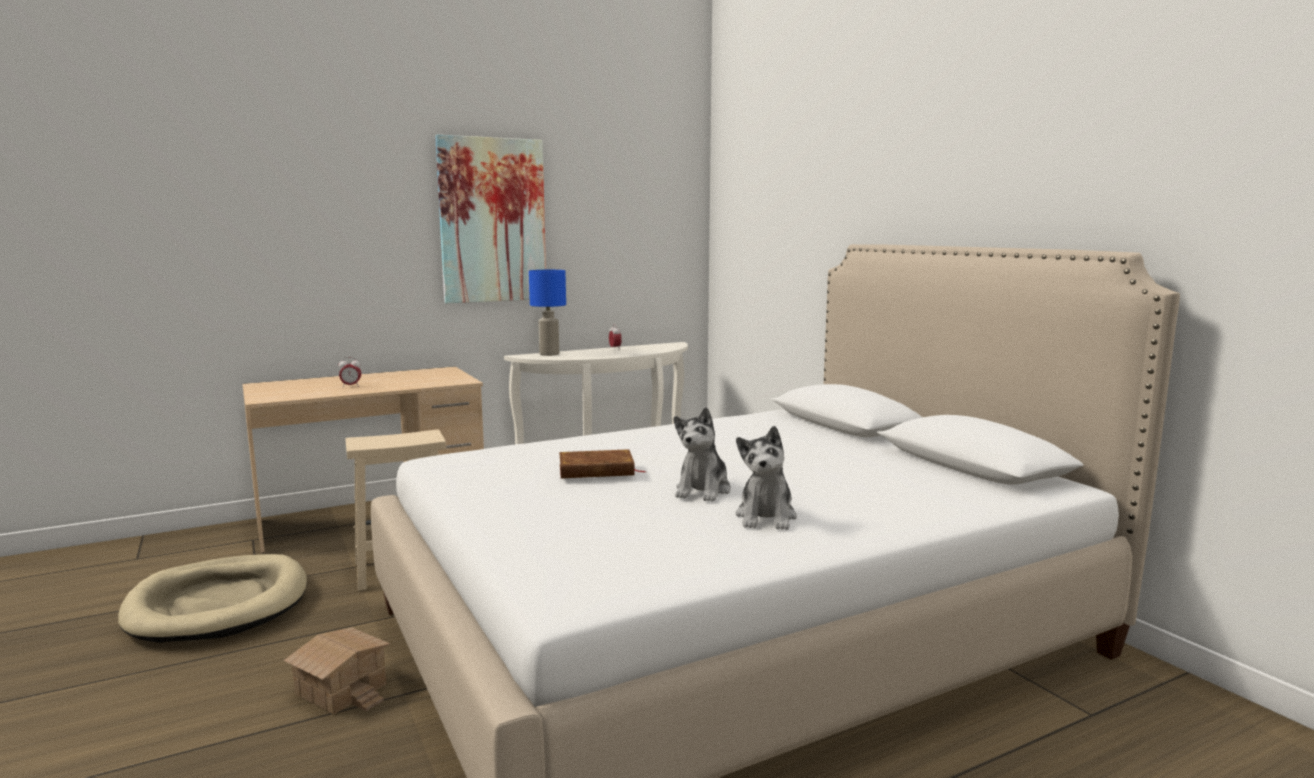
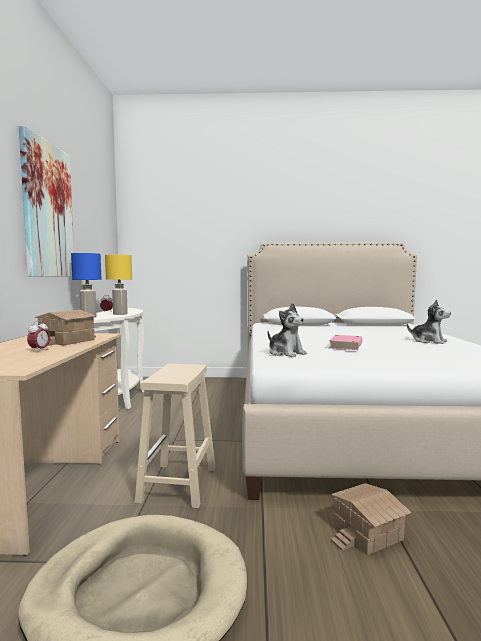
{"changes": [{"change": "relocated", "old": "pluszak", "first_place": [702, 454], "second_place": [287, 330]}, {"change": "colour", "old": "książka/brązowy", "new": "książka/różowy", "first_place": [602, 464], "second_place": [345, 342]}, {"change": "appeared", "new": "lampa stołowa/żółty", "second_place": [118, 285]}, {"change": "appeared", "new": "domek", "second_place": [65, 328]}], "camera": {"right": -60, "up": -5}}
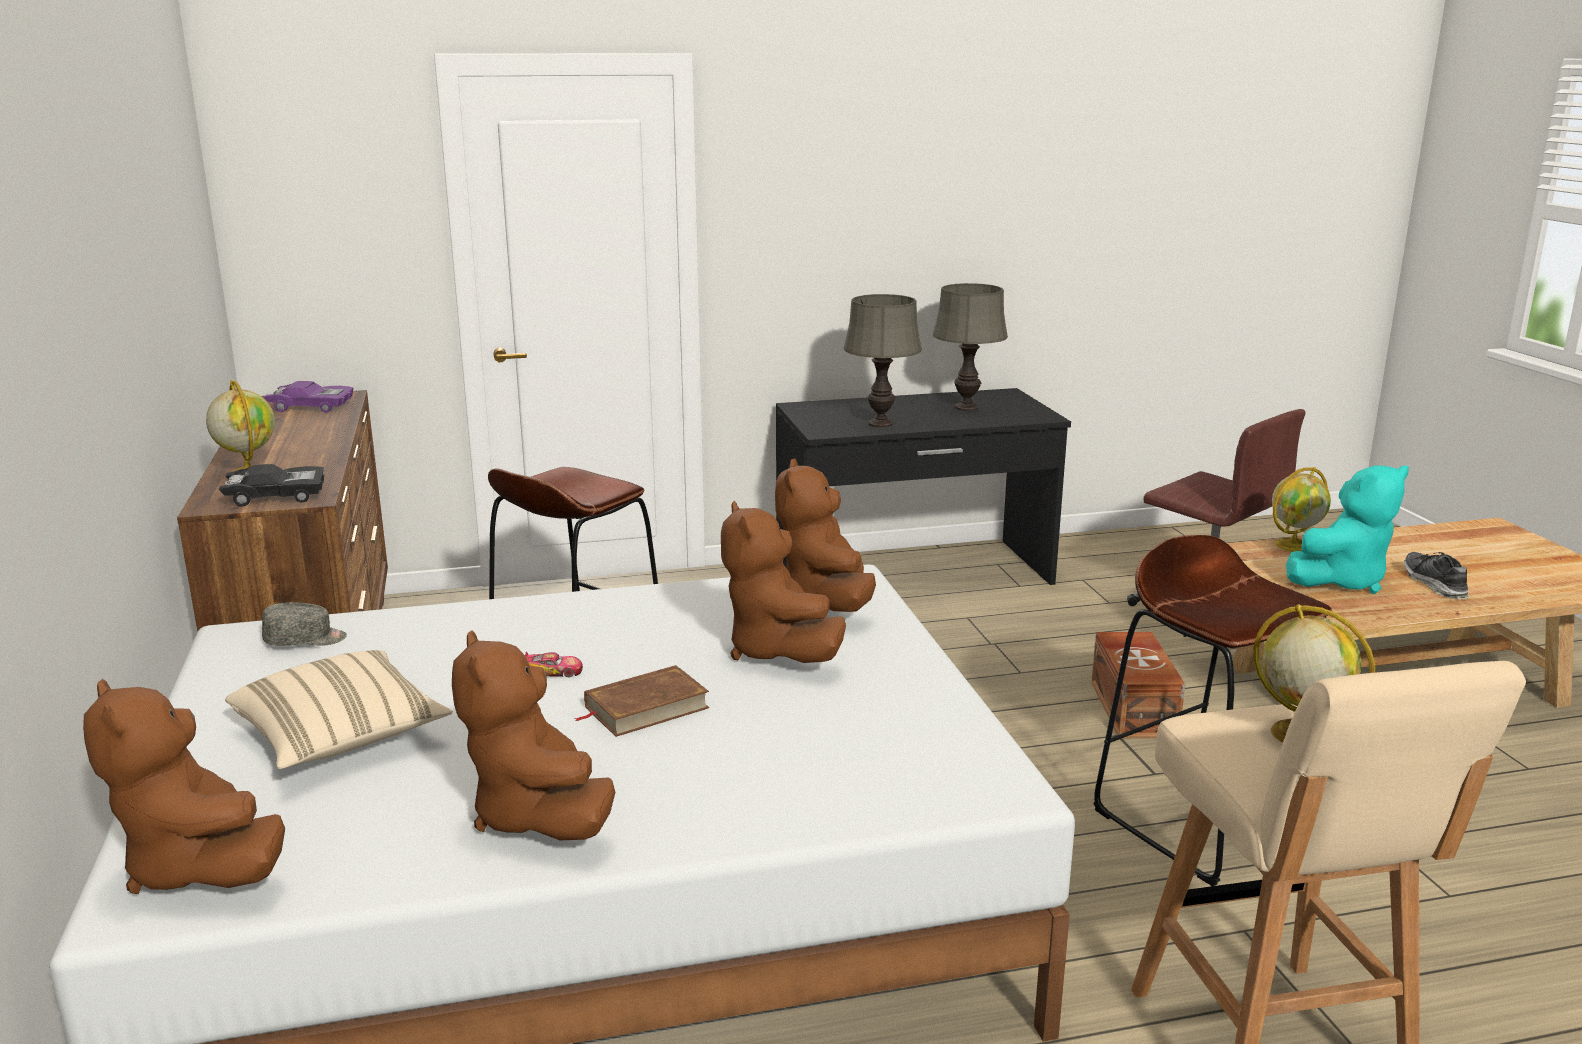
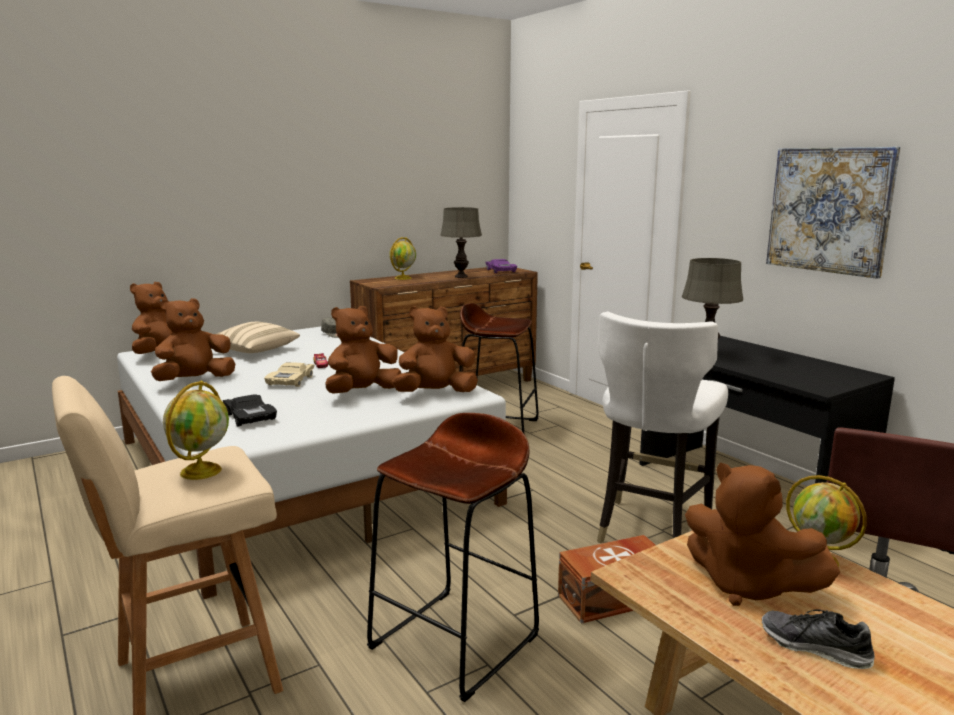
{"changes": [{"change": "relocated", "old": "lampa stołowa/szary", "first_place": [970, 347], "second_place": [461, 242]}, {"change": "relocated", "old": "samochodzik/czarny", "first_place": [271, 485], "second_place": [250, 410]}, {"change": "colour", "old": "pluszak/turkusowy", "new": "pluszak/brązowy", "first_place": [1347, 529], "second_place": [762, 534]}, {"change": "spun", "old": "but", "first_place": [1436, 575], "second_place": [818, 639], "degrees": -120}, {"change": "exchanged", "old": "książka/brązowy", "new": "samochodzik/beżowy", "first_place": [641, 701], "second_place": [289, 374]}, {"change": "appeared", "new": "obraz", "second_place": [833, 213]}, {"change": "appeared", "new": "krzesło/biały", "second_place": [662, 427]}], "camera": {"right": 70, "up": -5}}
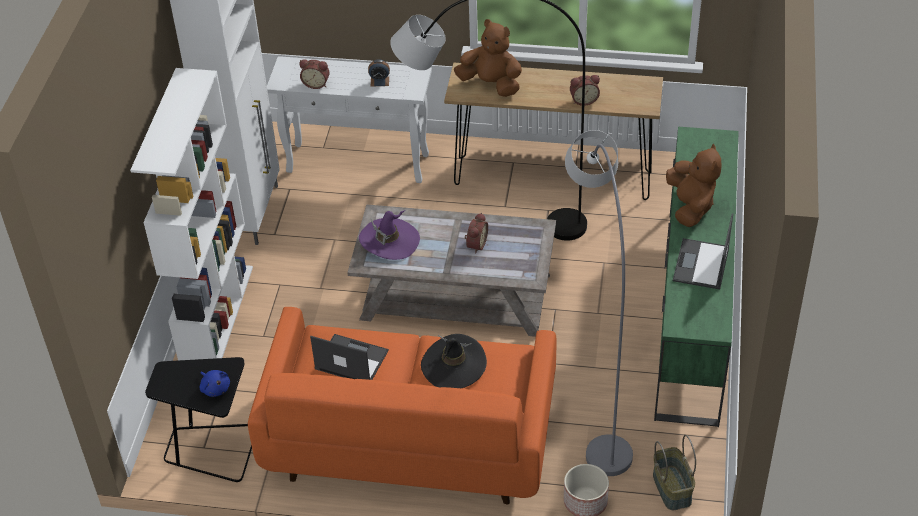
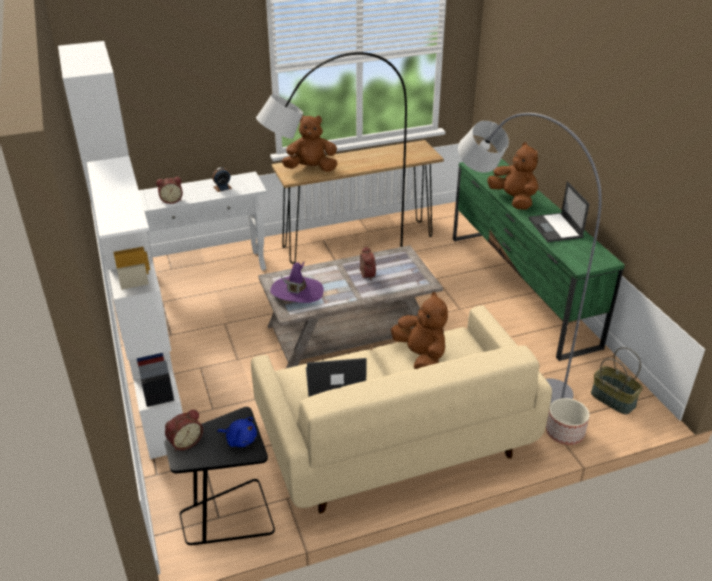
{"changes": [{"change": "relocated", "old": "budzik", "first_place": [585, 90], "second_place": [184, 430]}, {"change": "colour", "old": "kanapa/pomarańczowy", "new": "kanapa/beżowy", "first_place": [402, 406], "second_place": [401, 409]}, {"change": "exchanged", "old": "kapelusz/czarny", "new": "pluszak/brązowy", "first_place": [454, 361], "second_place": [419, 330]}], "camera": {"right": -30, "up": -10}}
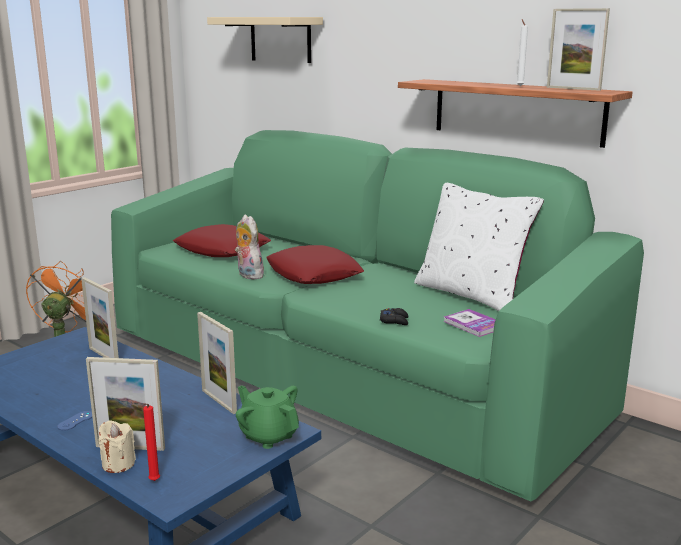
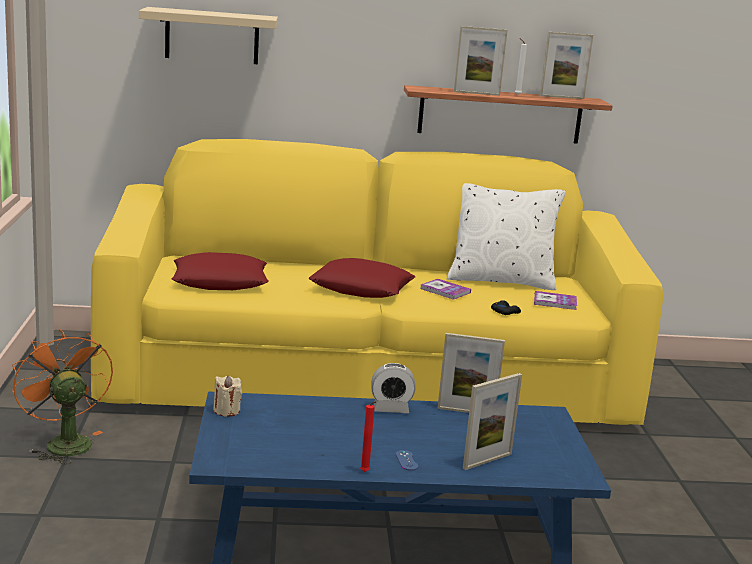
{"changes": [{"change": "colour", "old": "kanapa/zielony", "new": "kanapa/żółty", "first_place": [377, 315], "second_place": [377, 282]}, {"change": "missing", "old": "pluszak", "first_place": [249, 247]}, {"change": "relocated", "old": "ramka na zdjęcie", "first_place": [100, 317], "second_place": [481, 61]}, {"change": "missing", "old": "imbryk/zielony", "first_place": [267, 417]}, {"change": "relocated", "old": "świeca/czerwony", "first_place": [151, 442], "second_place": [368, 437]}, {"change": "relocated", "old": "świeca/beżowy", "first_place": [117, 446], "second_place": [228, 396]}, {"change": "appeared", "new": "książka", "second_place": [445, 289]}, {"change": "appeared", "new": "budzik", "second_place": [393, 388]}], "camera": {"right": -45, "up": 0}}
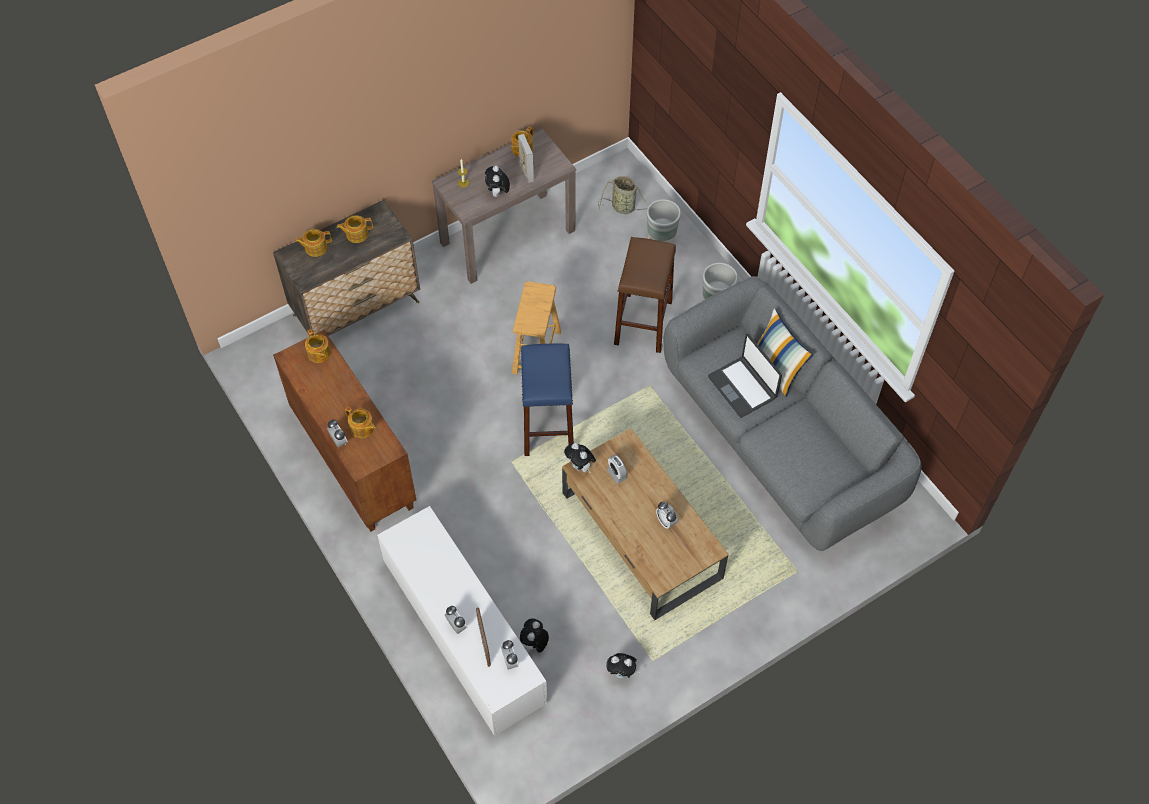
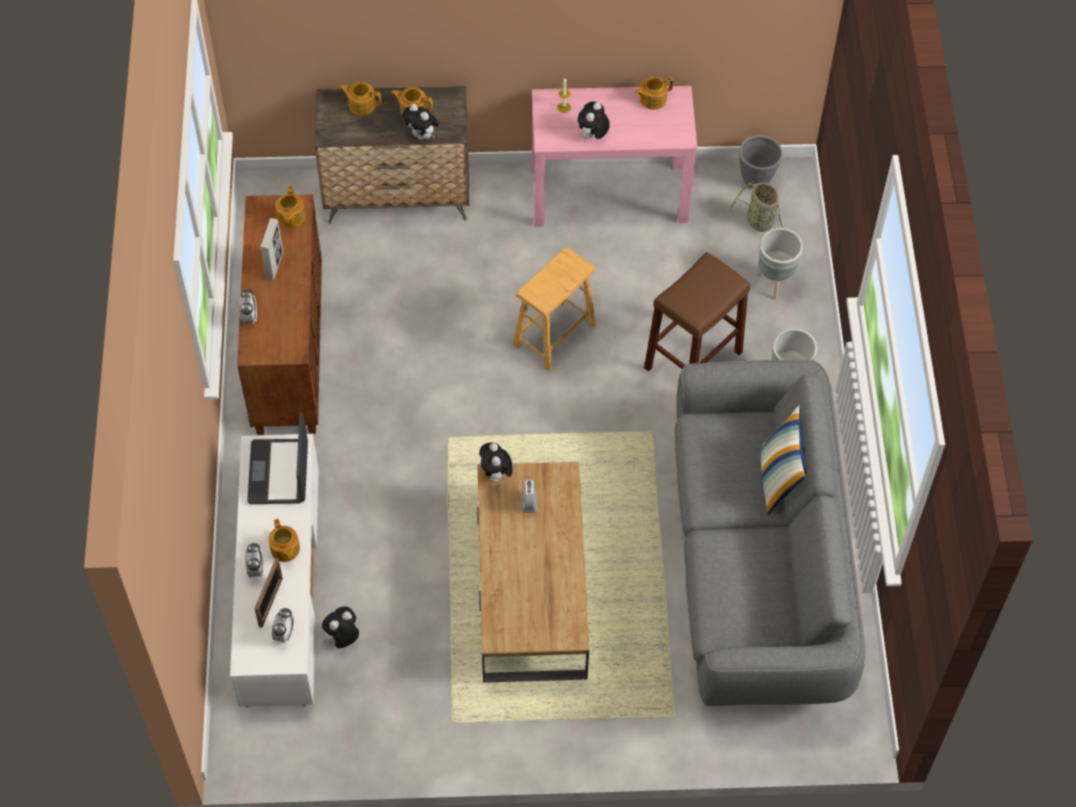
{"changes": [{"change": "colour", "old": "stolik konsolowy/brązowy", "new": "stolik konsolowy/różowy", "first_place": [504, 206], "second_place": [614, 156]}, {"change": "relocated", "old": "ramka na zdjęcie", "first_place": [526, 158], "second_place": [271, 249]}, {"change": "relocated", "old": "laptop", "first_place": [745, 376], "second_place": [277, 458]}, {"change": "missing", "old": "stołek/niebieski", "first_place": [547, 399]}, {"change": "relocated", "old": "imbryk", "first_place": [360, 422], "second_place": [284, 540]}, {"change": "missing", "old": "budzik", "first_place": [667, 515]}, {"change": "relocated", "old": "pluszak", "first_place": [623, 665], "second_place": [420, 122]}, {"change": "appeared", "new": "donica/szary", "second_place": [760, 161]}], "camera": {"right": 30, "up": 0}}
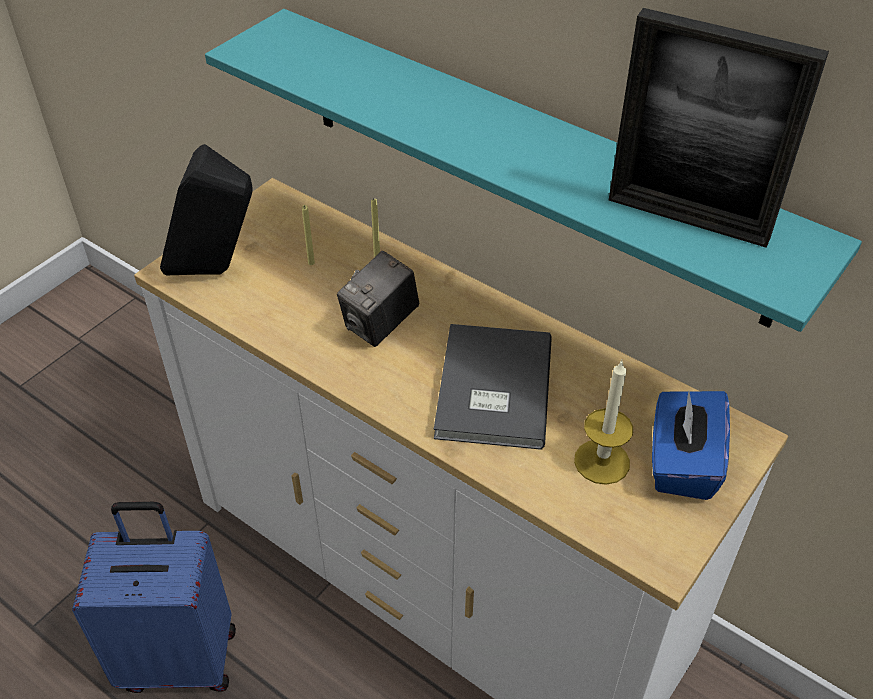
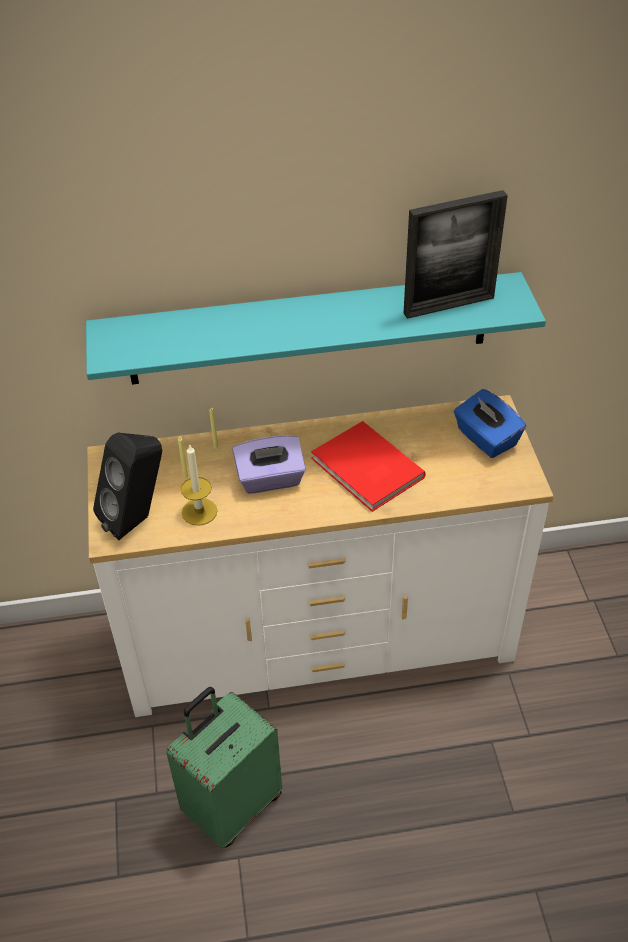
{"changes": [{"change": "exchanged", "old": "aparat fotograficzny", "new": "pudełko chusteczek/fioletowy", "first_place": [378, 299], "second_place": [269, 464]}, {"change": "colour", "old": "książka/szary", "new": "książka/czerwony", "first_place": [493, 387], "second_place": [368, 466]}, {"change": "relocated", "old": "świeca", "first_place": [603, 422], "second_place": [199, 485]}, {"change": "colour", "old": "walizka/niebieski", "new": "walizka/zielony", "first_place": [154, 597], "second_place": [224, 767]}], "camera": {"right": -45, "up": 0}}
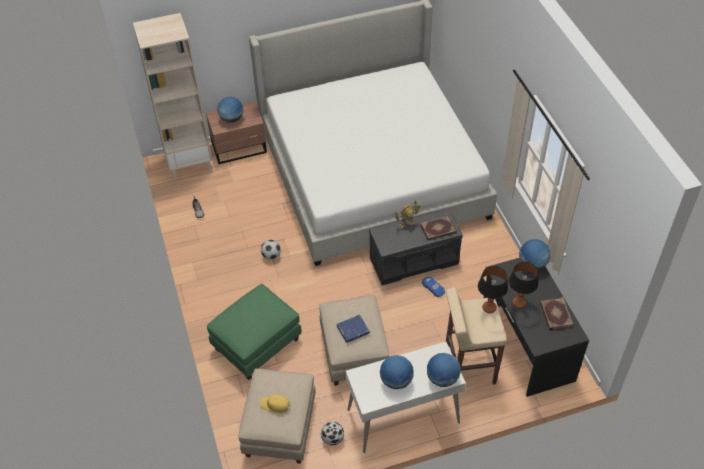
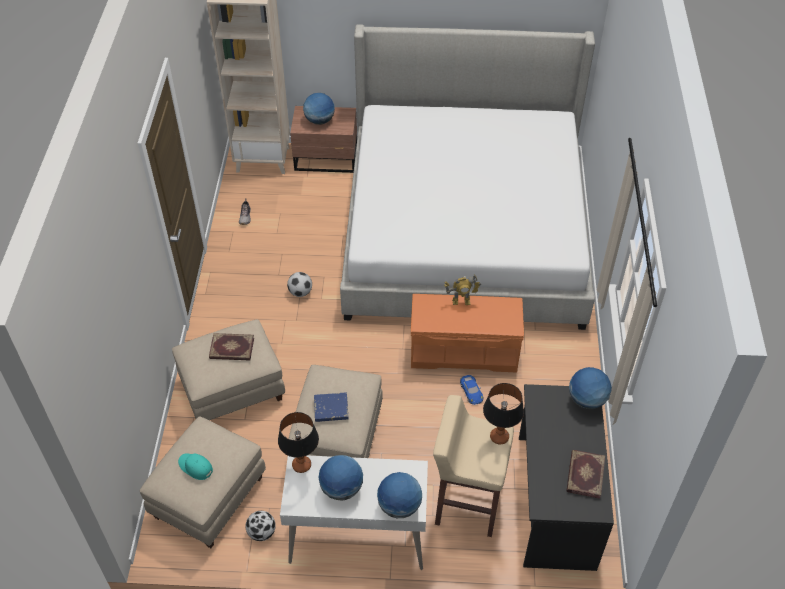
{"changes": [{"change": "colour", "old": "ławka/szary", "new": "ławka/pomarańczowy", "first_place": [416, 246], "second_place": [467, 333]}, {"change": "relocated", "old": "książka", "first_place": [438, 228], "second_place": [231, 346]}, {"change": "relocated", "old": "lampa stołowa", "first_place": [524, 285], "second_place": [298, 442]}, {"change": "colour", "old": "pufa/zielony", "new": "pufa/beżowy", "first_place": [254, 332], "second_place": [228, 369]}, {"change": "colour", "old": "czapka z daszkiem/żółty", "new": "czapka z daszkiem/turkusowy", "first_place": [275, 403], "second_place": [195, 466]}], "camera": {"right": 20, "up": 0}}
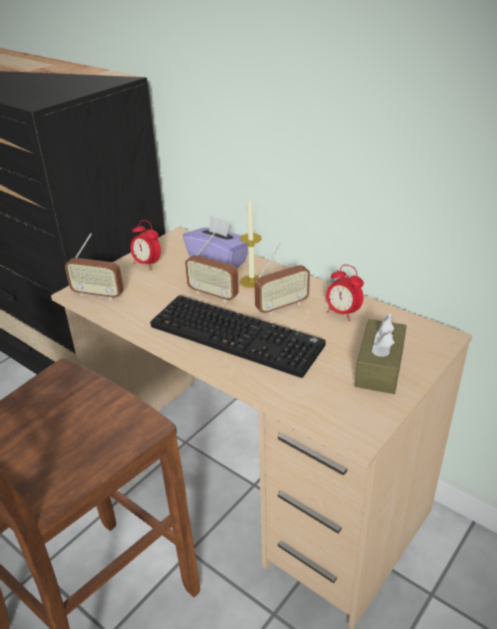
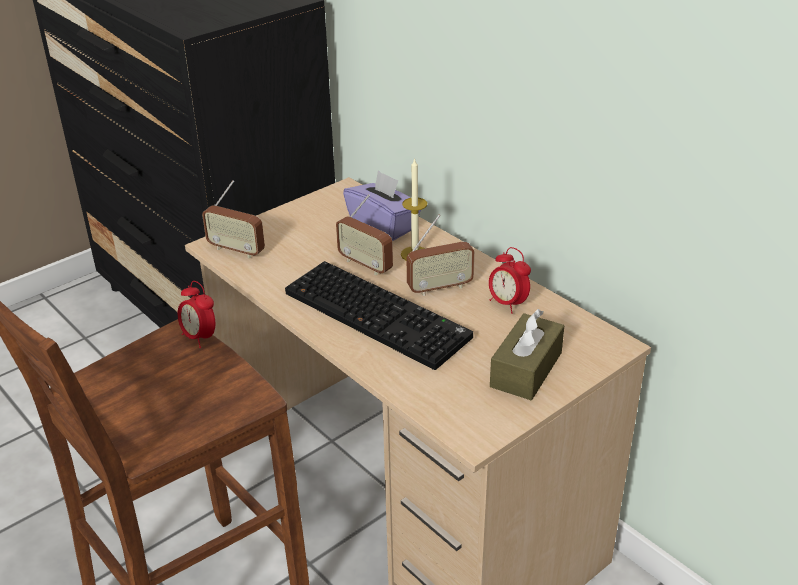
{"changes": [{"change": "relocated", "old": "budzik", "first_place": [145, 245], "second_place": [196, 314]}], "camera": {"right": 10, "up": 0}}
